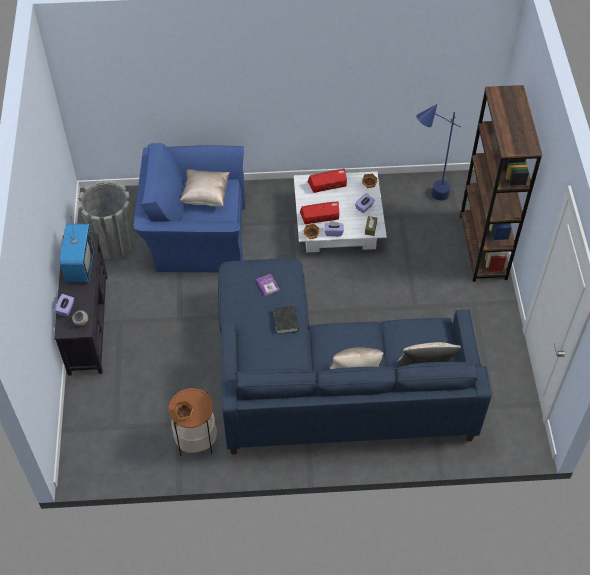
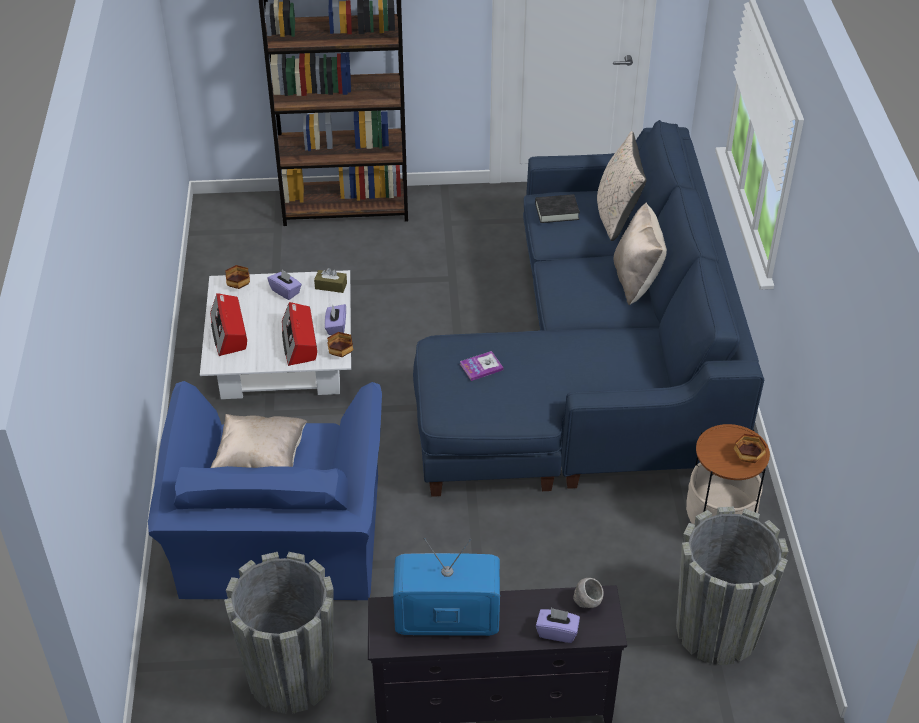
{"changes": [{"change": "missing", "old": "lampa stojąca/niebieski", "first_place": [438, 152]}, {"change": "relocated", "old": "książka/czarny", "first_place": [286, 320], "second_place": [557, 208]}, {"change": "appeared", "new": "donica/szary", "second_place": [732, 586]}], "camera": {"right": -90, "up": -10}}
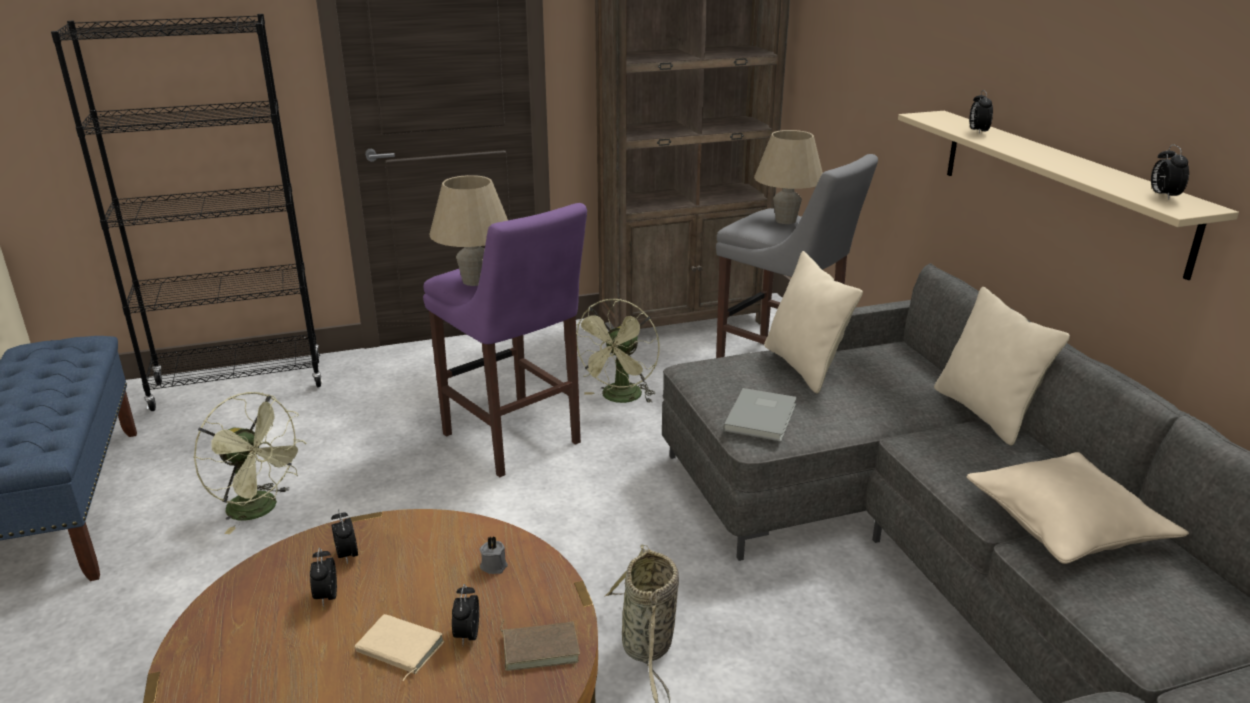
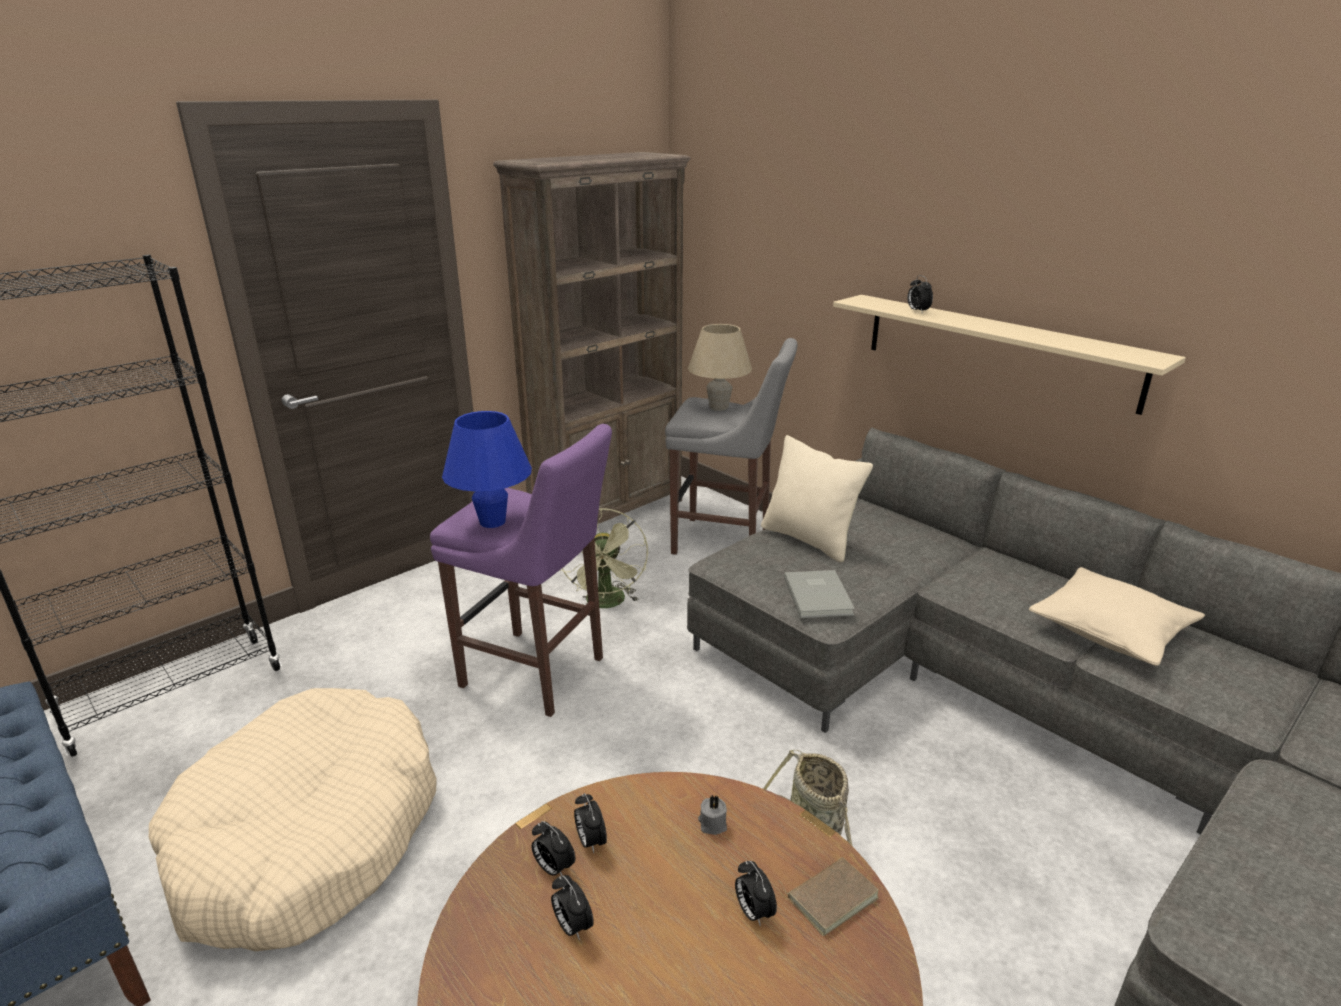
{"changes": [{"change": "relocated", "old": "budzik", "first_place": [1170, 172], "second_place": [590, 823]}, {"change": "colour", "old": "lampa stołowa/beżowy", "new": "lampa stołowa/niebieski", "first_place": [468, 230], "second_place": [487, 469]}, {"change": "missing", "old": "poduszka/beżowy", "first_place": [1002, 366]}, {"change": "exchanged", "old": "wentylator/zielony", "new": "legowisko/beżowy", "first_place": [250, 463], "second_place": [293, 819]}, {"change": "missing", "old": "książka/beżowy", "first_place": [400, 647]}], "camera": {"right": -25, "up": 0}}
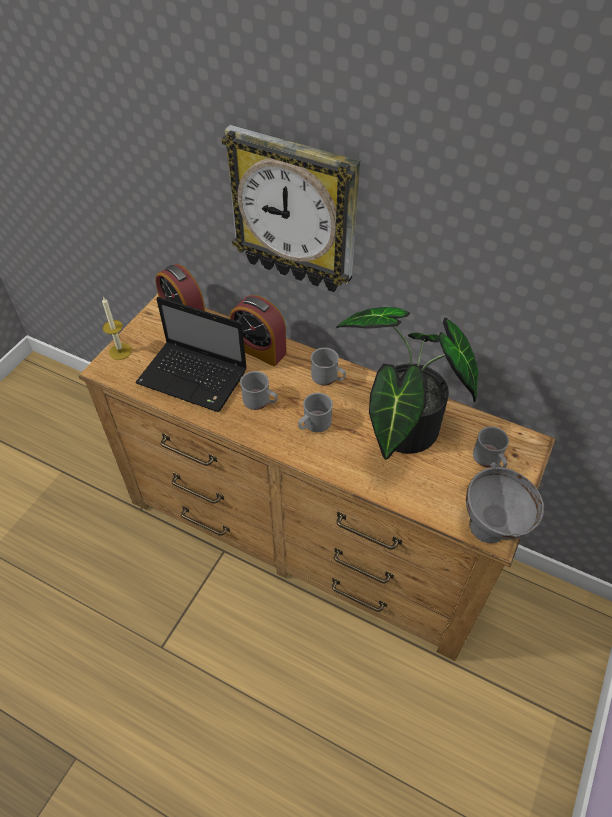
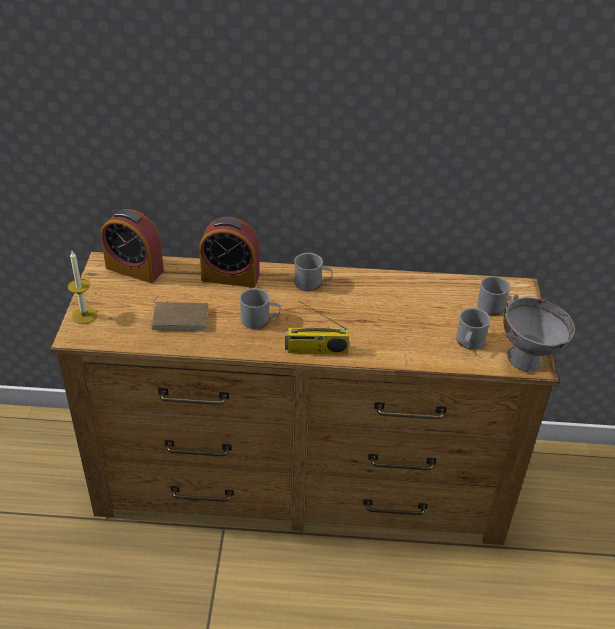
{"changes": [{"change": "missing", "old": "zegar ścienny", "first_place": [291, 208]}, {"change": "exchanged", "old": "laptop", "new": "książka/brązowy", "first_place": [191, 354], "second_place": [179, 313]}, {"change": "missing", "old": "roślina doniczkowa", "first_place": [407, 383]}, {"change": "relocated", "old": "kubek/szary", "first_place": [315, 412], "second_place": [473, 329]}, {"change": "appeared", "new": "radio", "second_place": [317, 327]}], "camera": {"right": -25, "up": -10}}
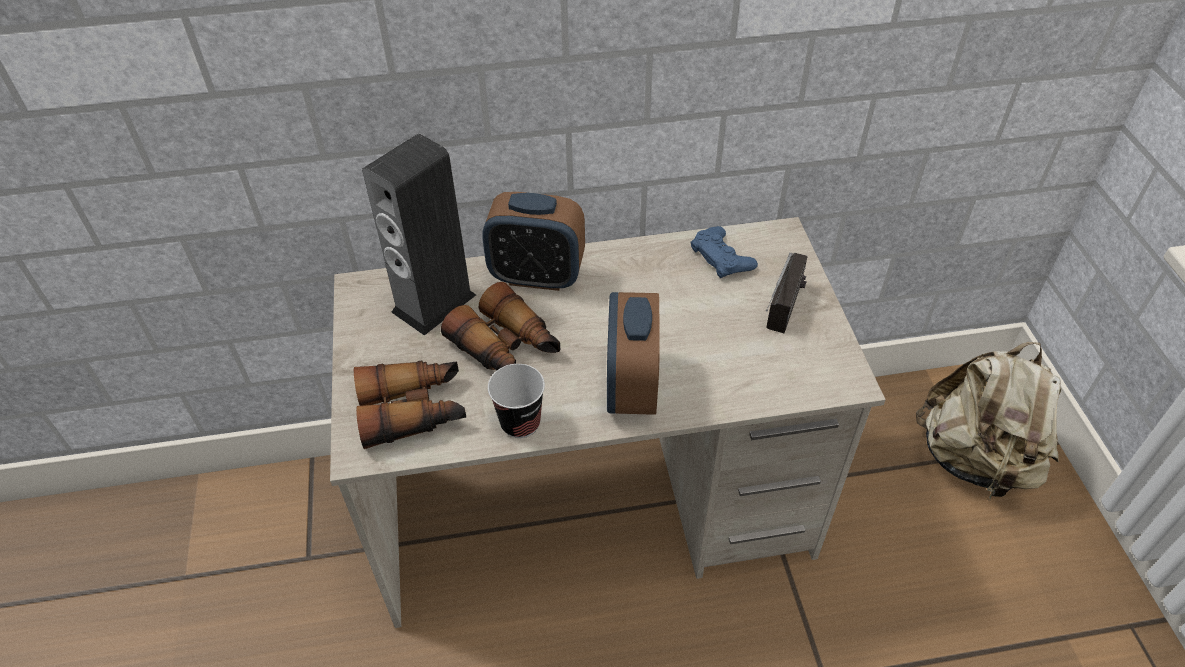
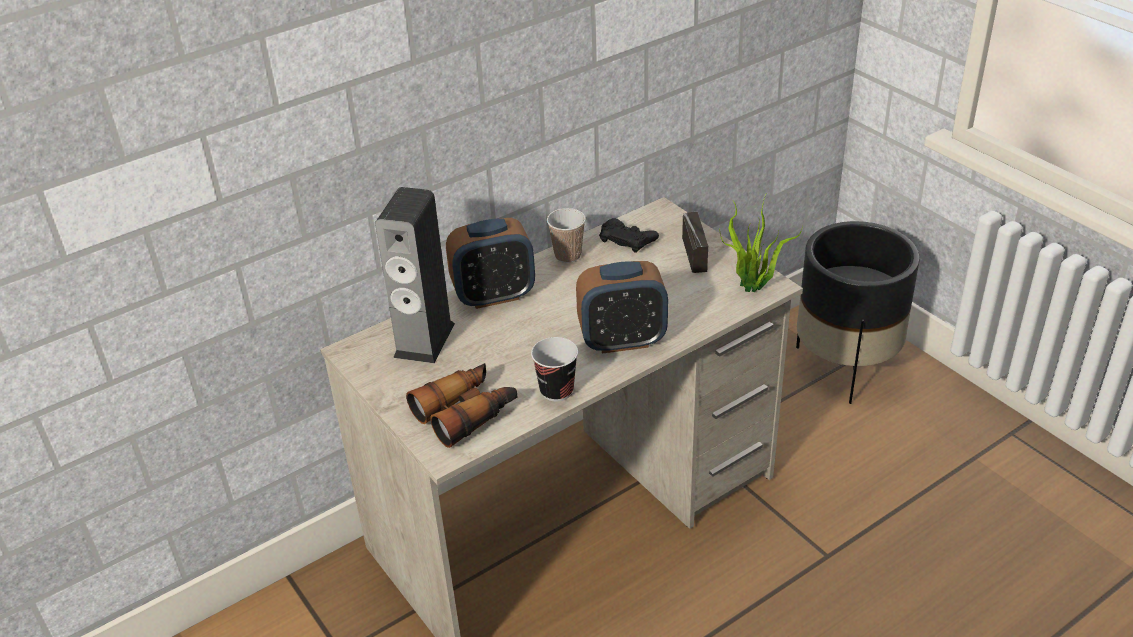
{"changes": [{"change": "colour", "old": "pad do gier/niebieski", "new": "pad do gier/czarny", "first_place": [724, 252], "second_place": [629, 235]}, {"change": "missing", "old": "lornetka", "first_place": [500, 326]}, {"change": "spun", "old": "budzik", "first_place": [633, 353], "second_place": [622, 307], "degrees": -75}, {"change": "exchanged", "old": "plecak/beżowy", "new": "donica/czarny", "first_place": [988, 420], "second_place": [858, 312]}, {"change": "appeared", "new": "roślina doniczkowa", "second_place": [761, 243]}, {"change": "appeared", "new": "filiżanka", "second_place": [566, 235]}], "camera": {"right": -25, "up": -10}}
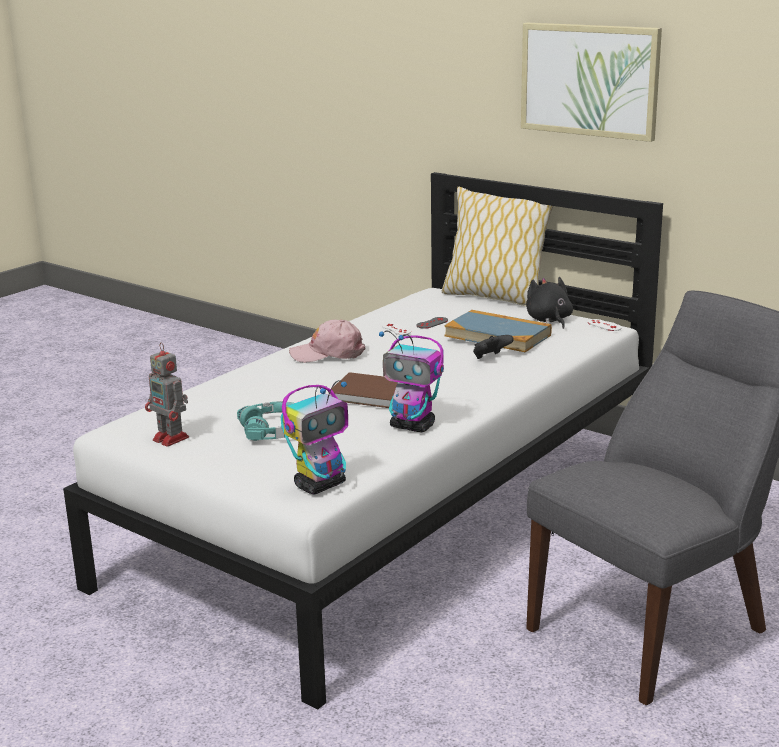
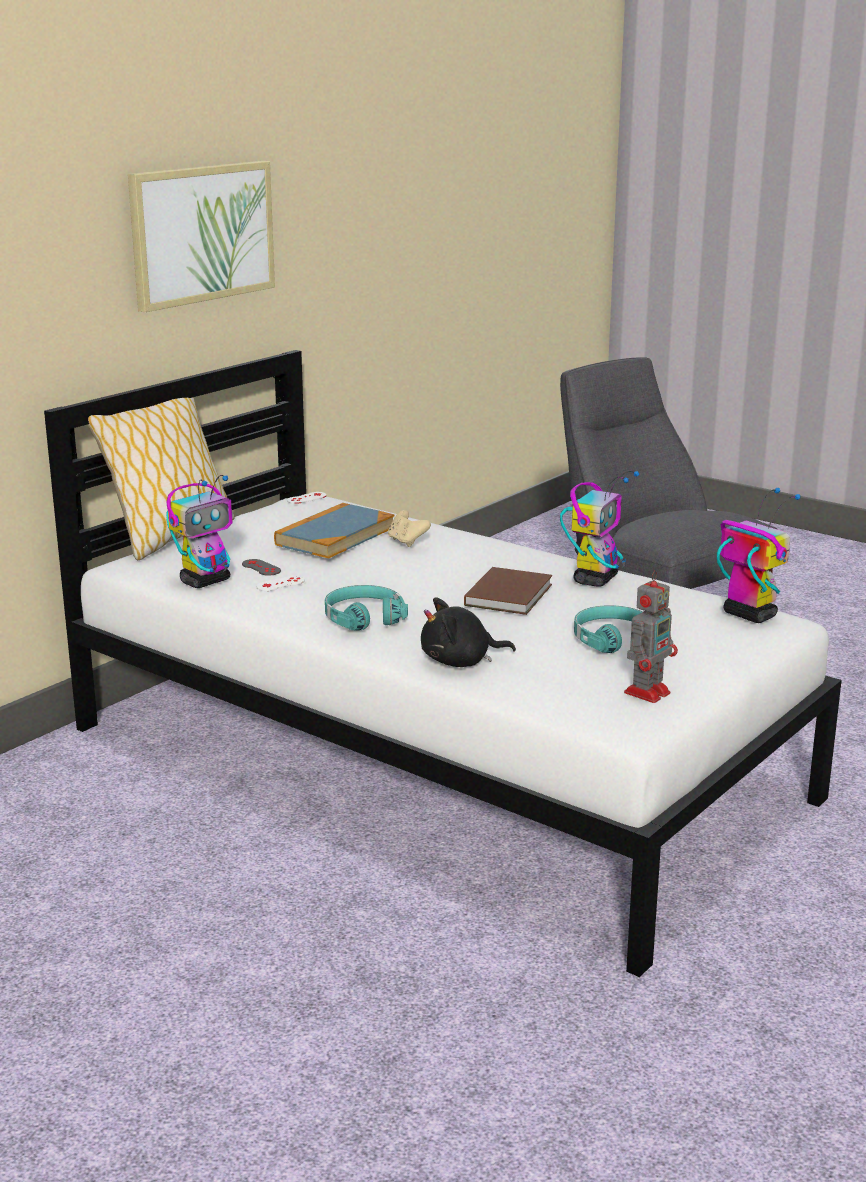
{"changes": [{"change": "relocated", "old": "pluszak/czarny", "first_place": [549, 303], "second_place": [468, 632]}, {"change": "exchanged", "old": "czapka z daszkiem/różowy", "new": "słuchawki/turkusowy", "first_place": [327, 341], "second_place": [366, 608]}, {"change": "colour", "old": "pad do gier/czarny", "new": "pad do gier/beżowy", "first_place": [493, 347], "second_place": [409, 528]}, {"change": "appeared", "new": "robot zabawkowy", "second_place": [199, 531]}], "camera": {"right": -90, "up": 0}}
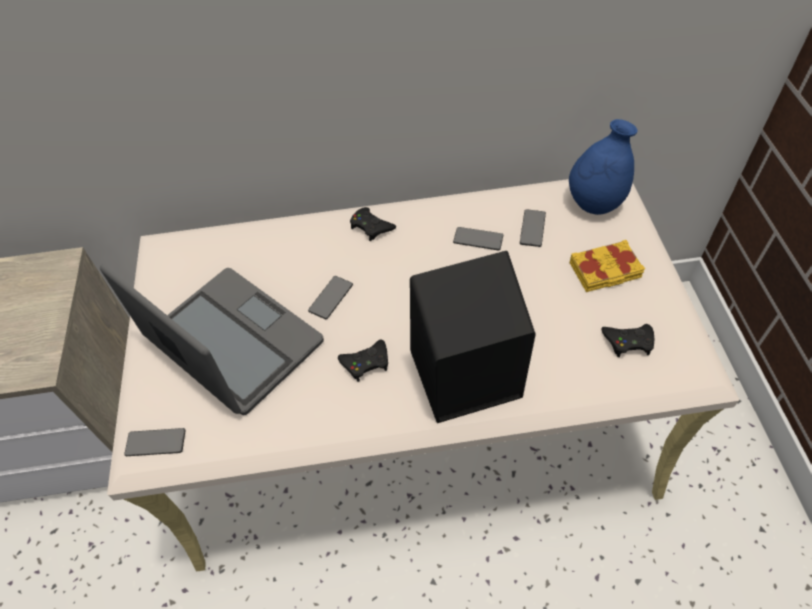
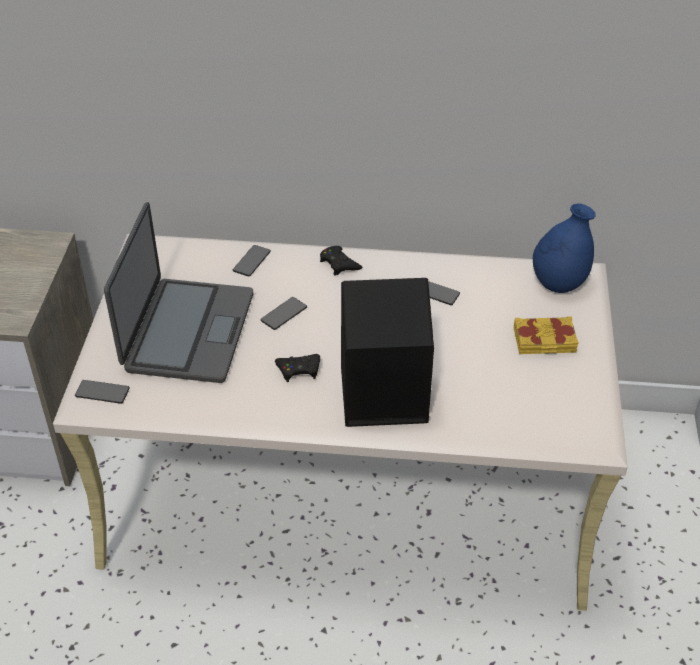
{"changes": [{"change": "relocated", "old": "telefon", "first_place": [533, 228], "second_place": [252, 260]}, {"change": "spun", "old": "laptop", "first_place": [212, 339], "second_place": [178, 292], "degrees": 45}, {"change": "missing", "old": "pad do gier/czarny", "first_place": [627, 340]}], "camera": {"right": 10, "up": -10}}
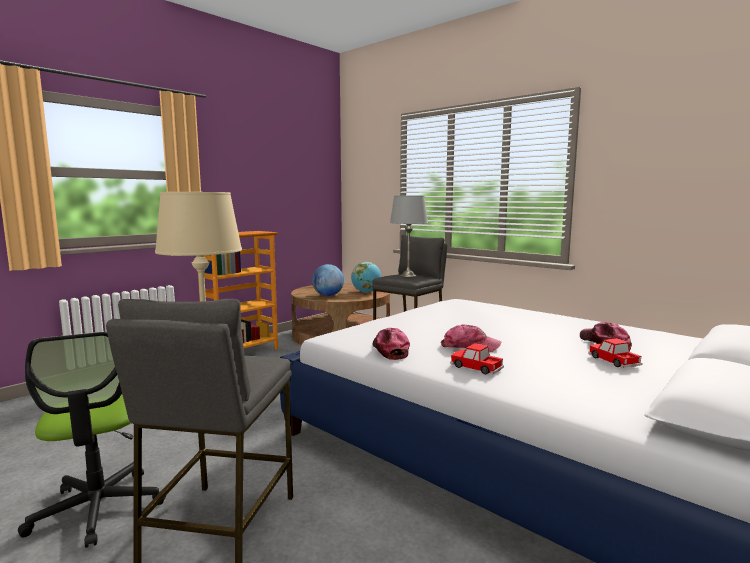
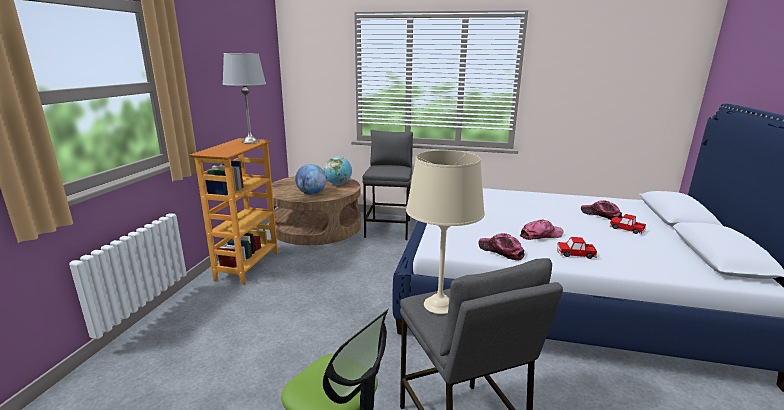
{"changes": [{"change": "relocated", "old": "lampa stołowa/szary", "first_place": [409, 236], "second_place": [244, 98]}], "camera": {"right": -30, "up": 10}}
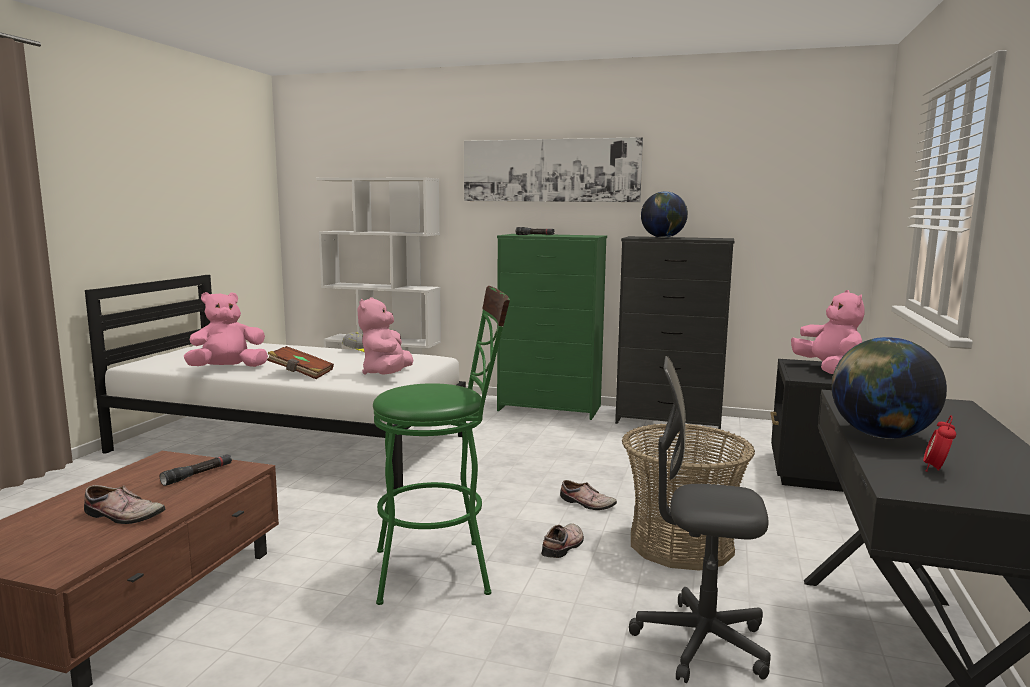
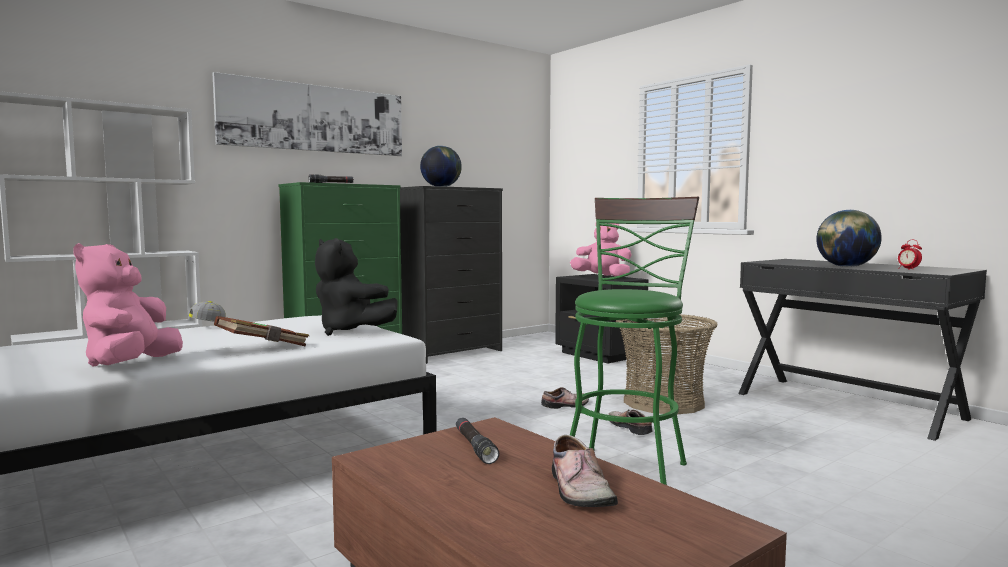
{"changes": [{"change": "colour", "old": "pluszak/różowy", "new": "pluszak/czarny", "first_place": [385, 336], "second_place": [356, 287]}, {"change": "missing", "old": "krzesło biurowe/szary", "first_place": [700, 519]}, {"change": "spun", "old": "but", "first_place": [124, 504], "second_place": [585, 471], "degrees": 120}], "camera": {"right": -55, "up": -5}}
